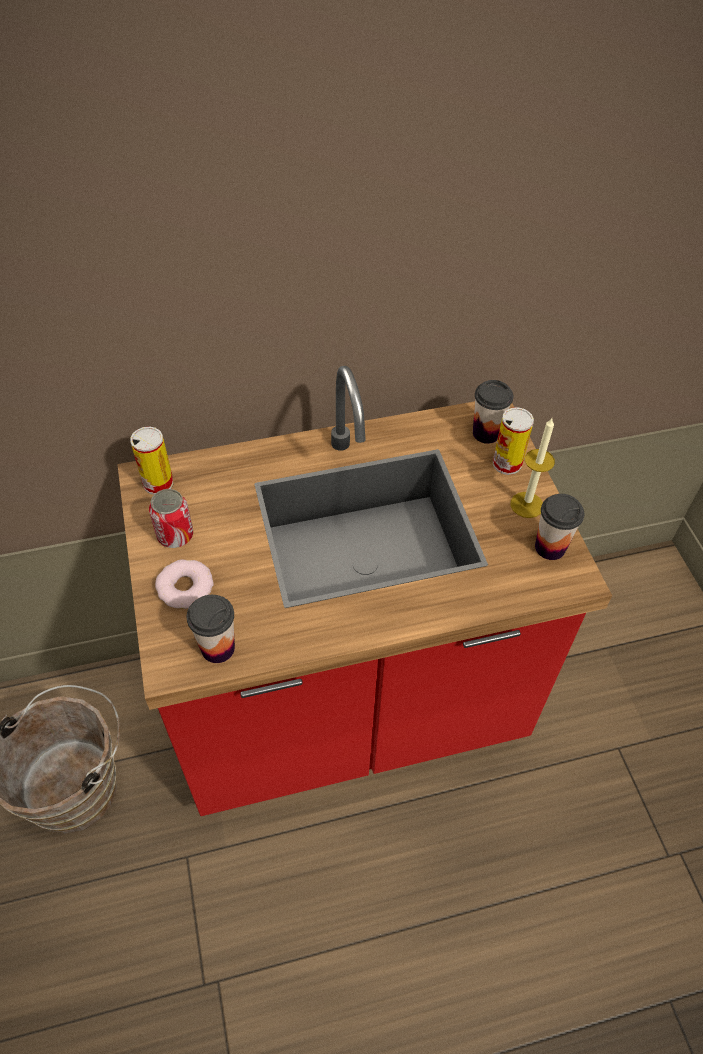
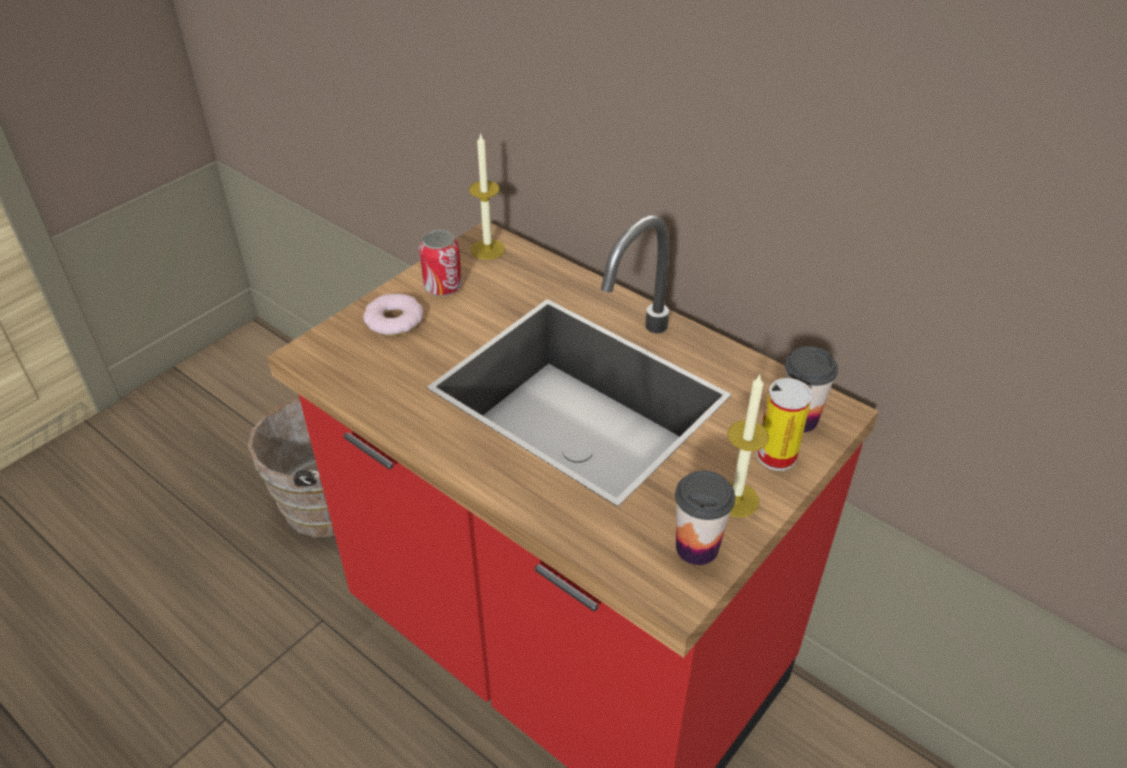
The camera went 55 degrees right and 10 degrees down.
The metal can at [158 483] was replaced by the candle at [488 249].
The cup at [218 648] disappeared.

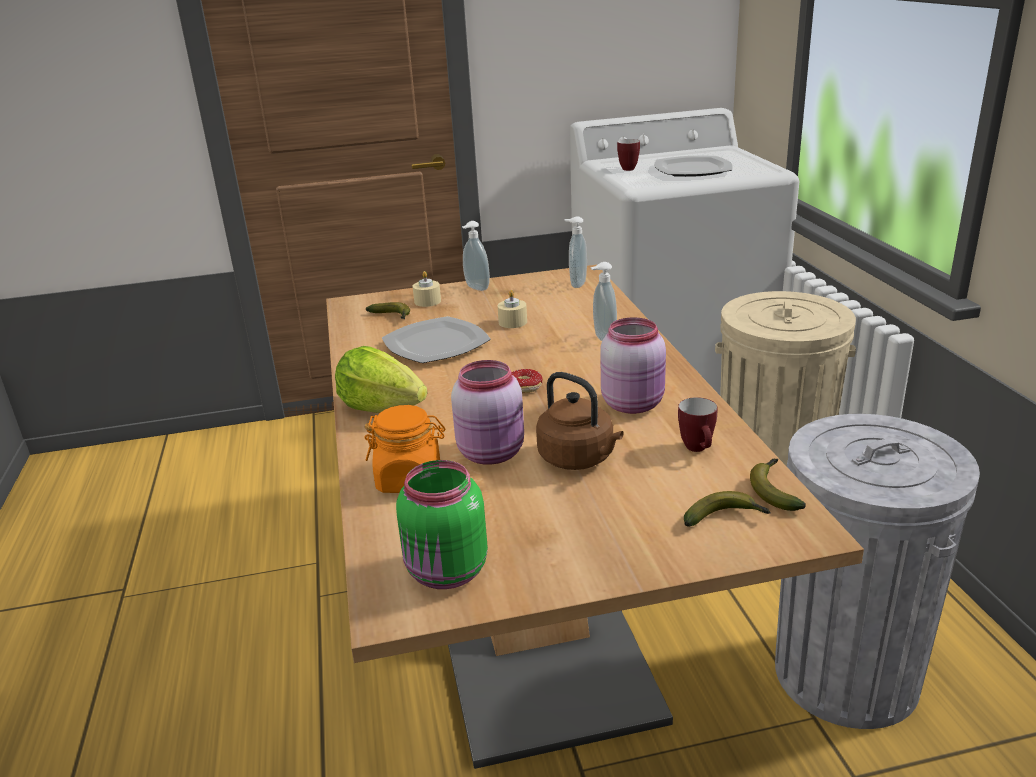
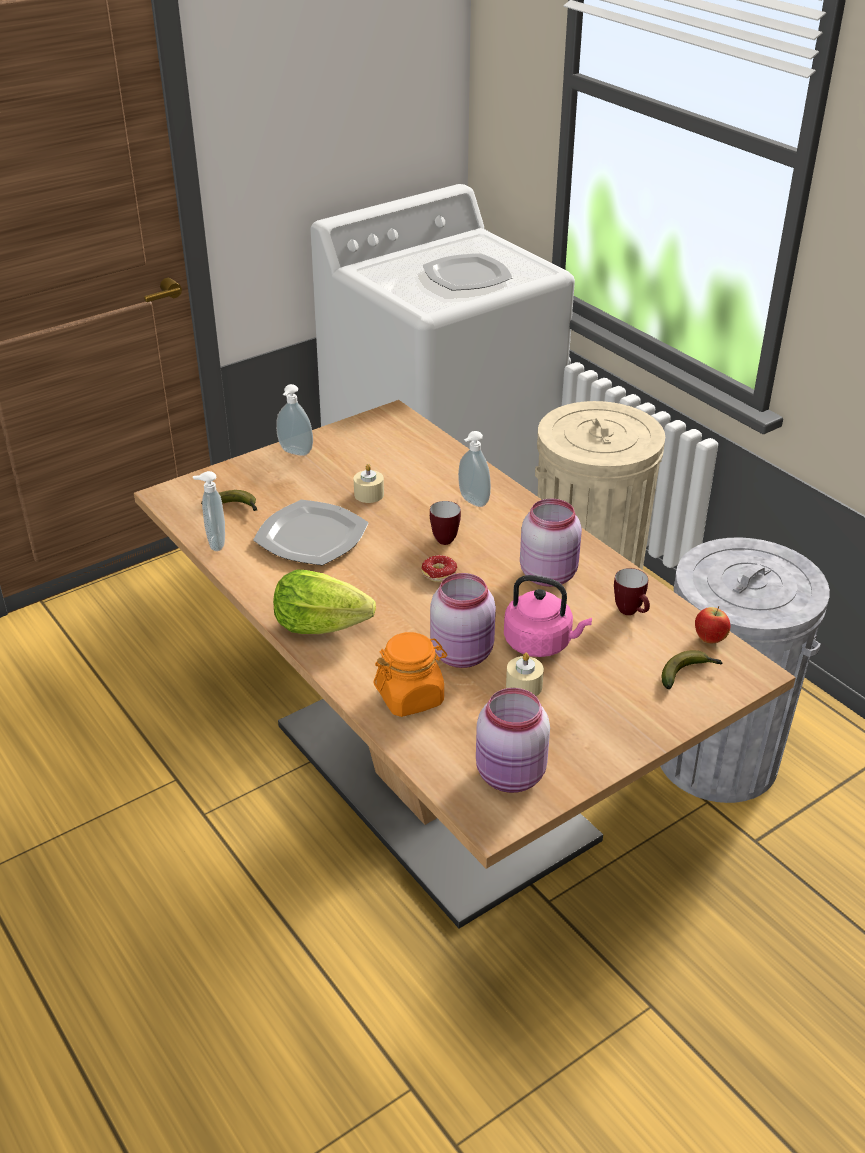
The camera went 25 degrees left and 10 degrees up.
The tea mug moved from [627 168] to [442 538].
The liquid soap bottle moved from [576 284] to [214 543].
The beige candle moved from [427 301] to [524 686].
The brown-coloured tea kettle at [579 459] became the pinkish tea kettle at [541 643].
The whole banana at [774 490] was replaced by the apple fruit at [709 639].
The greenish jar at [447 573] became the pinkish jar at [511 776].

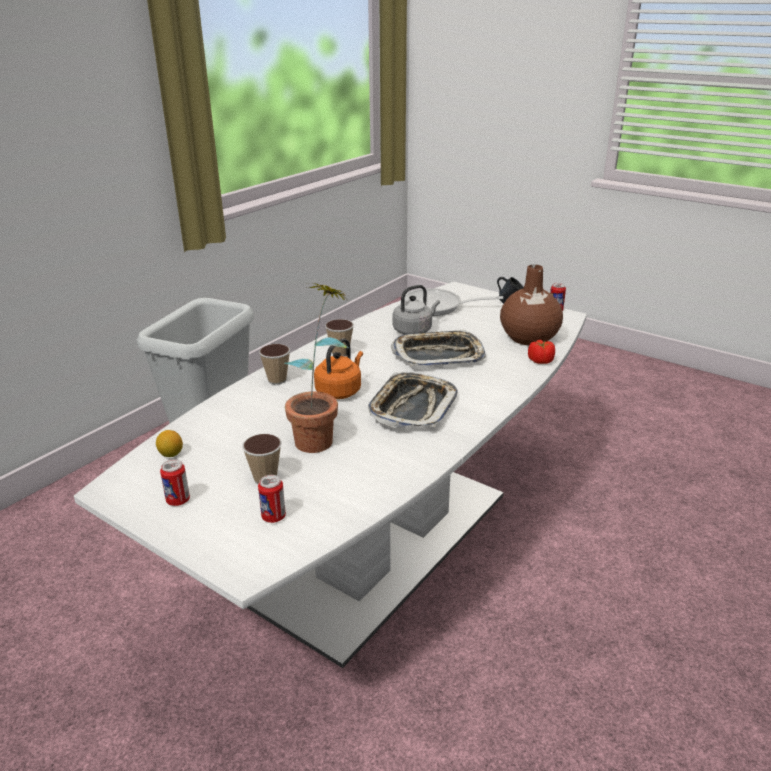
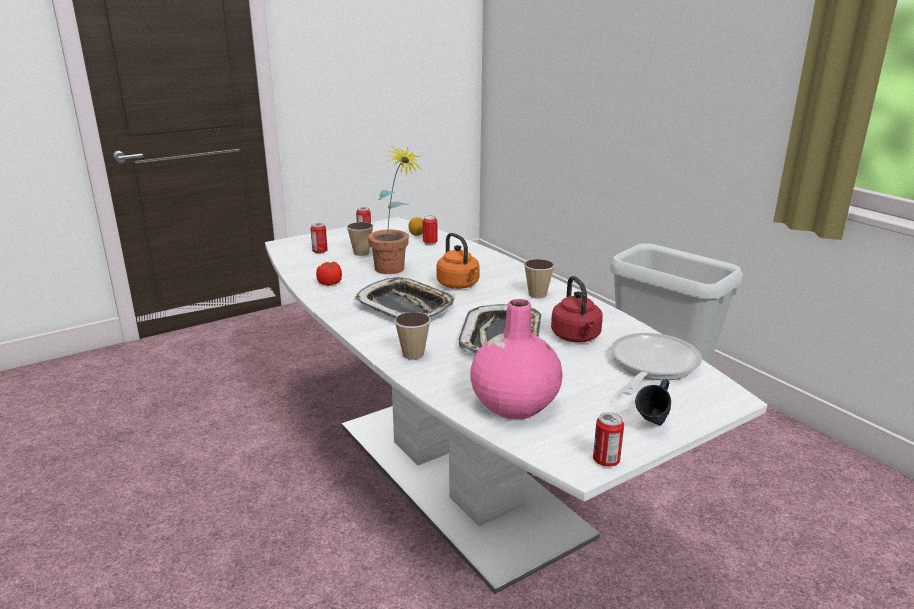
The camera went 110 degrees right and 5 degrees down.
The brown-coloured decorative vase at [528 338] became the pinkish decorative vase at [514 404].
The grey tea kettle at [414 330] became the reddish tea kettle at [576 337].
The fresh tomato moved from [540 361] to [330 283].
The cup moved from [277 380] to [413 354].
The metal can at [430 243] appeared.

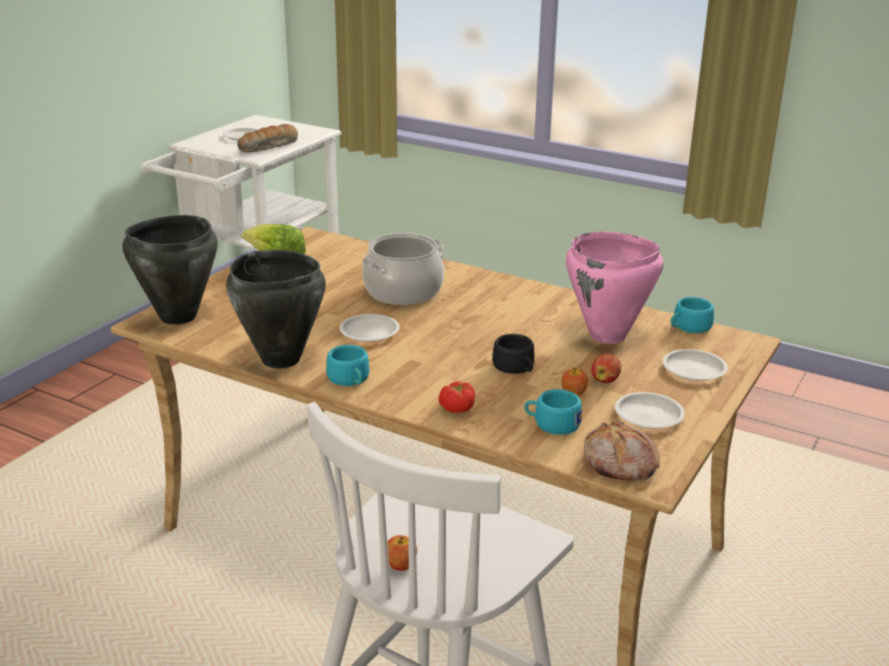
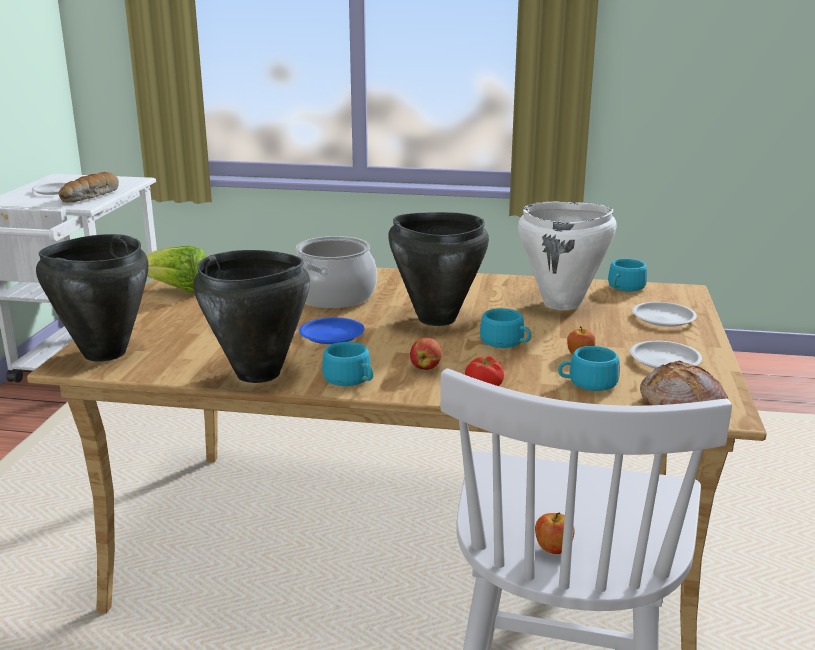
The camera went 20 degrees left and 5 degrees down.
The pinkish stockpot at [607 336] became the white stockpot at [562 304].
The white flat dish at [369 332] became the bluish flat dish at [332 335].
The black-coloured cup at [516 368] became the blue-green cup at [506 342].
The apple fruit moved from [605 380] to [425 367].
The black-coloured stockpot at [436 319] appeared.

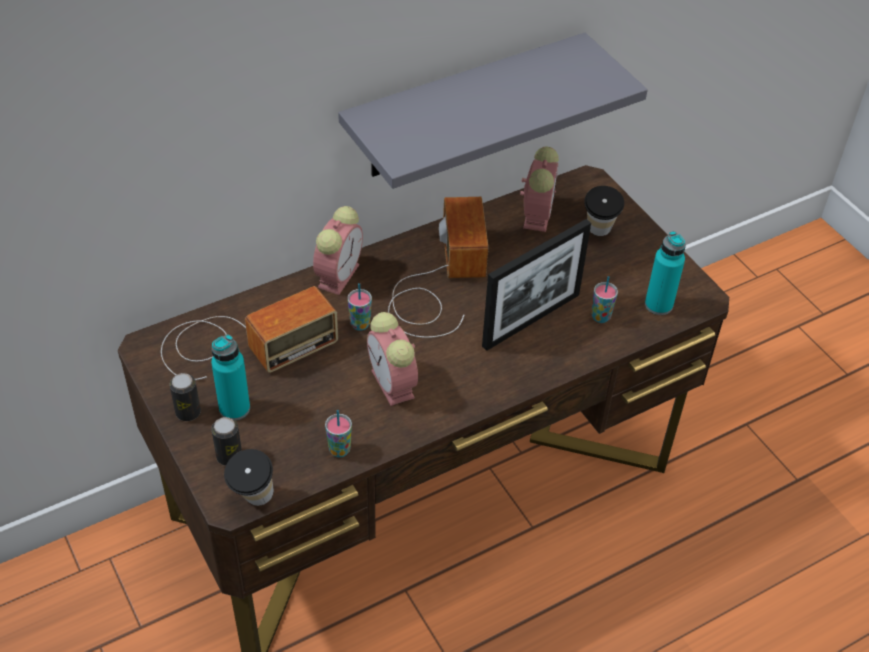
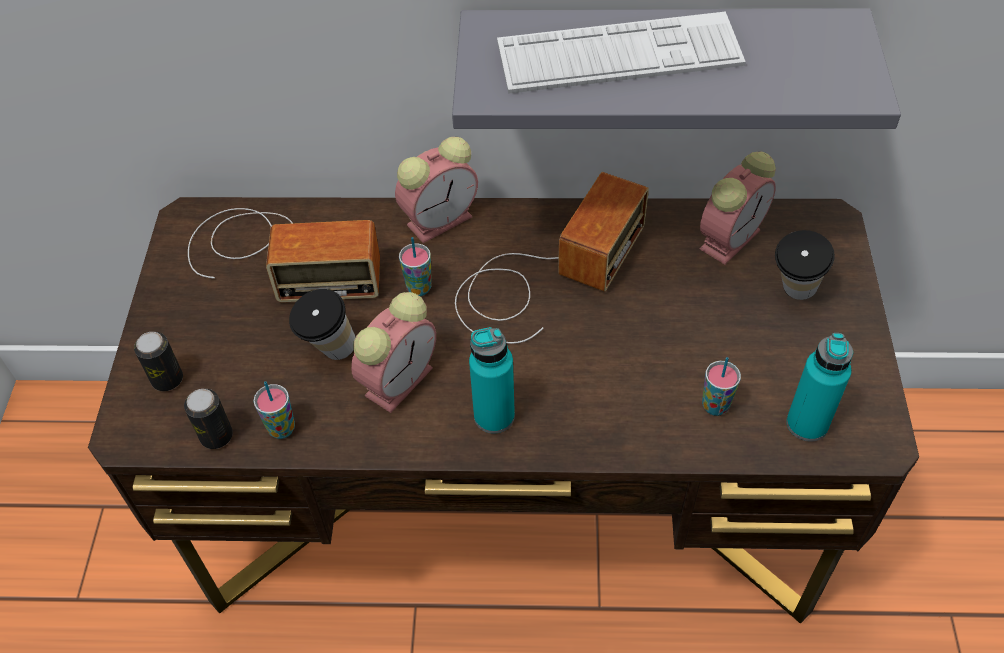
The camera went 35 degrees right and 5 degrees up.
The picture frame at [531 320] disappeared.
The table clock at [394 385] turned 150 degrees counterclockwise.
The blue-green bottle moved from [234 408] to [494 416].
The metal can moved from [188 412] to [216 436].
The cup moved from [253 501] to [329 352].
The keyboard at [619 55] appeared.

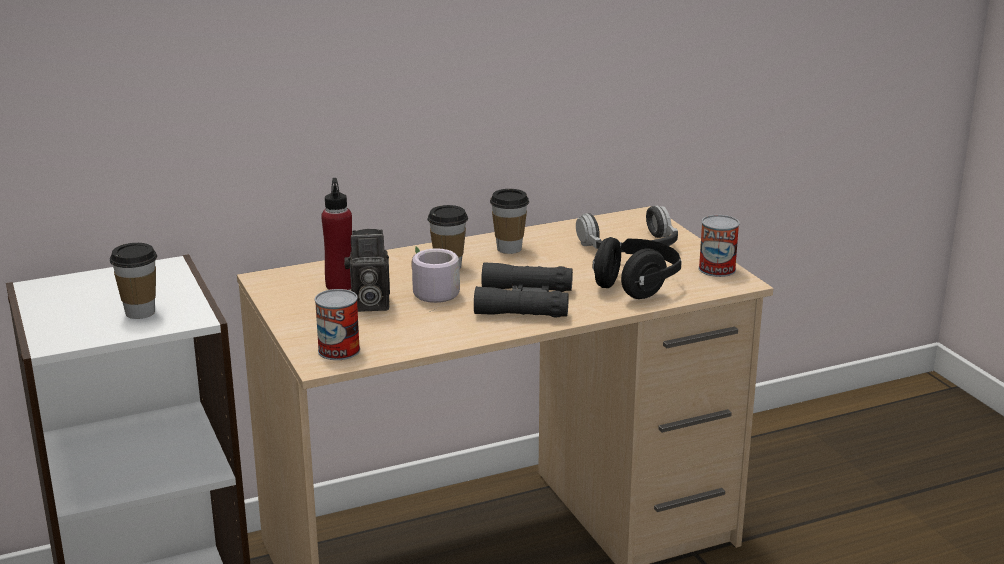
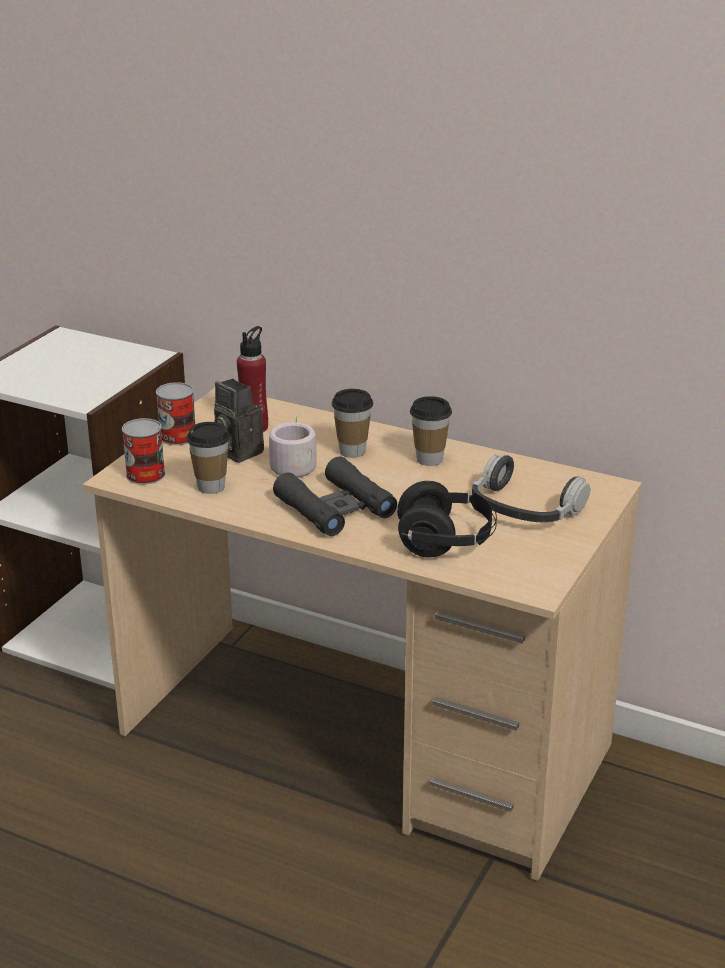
The camera went 50 degrees right and 5 degrees up.
The metal can moved from [717 269] to [177 436].
The cup moved from [140 312] to [211 487].

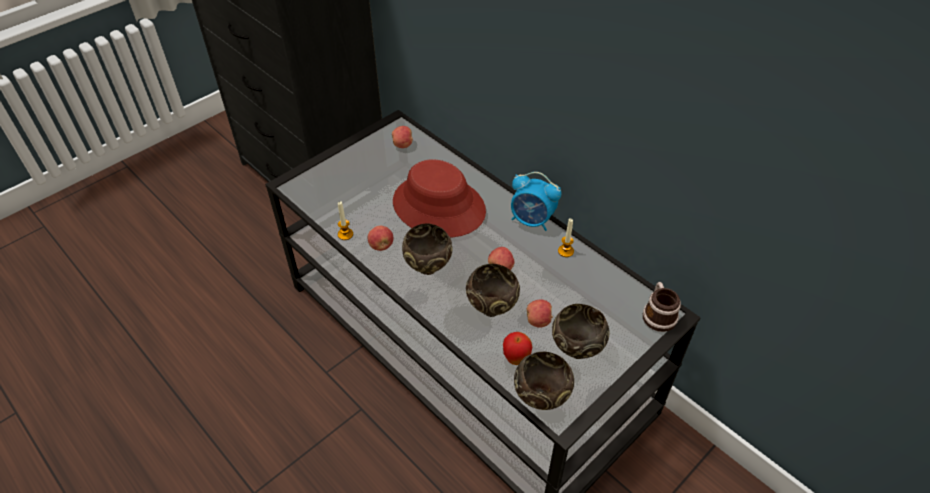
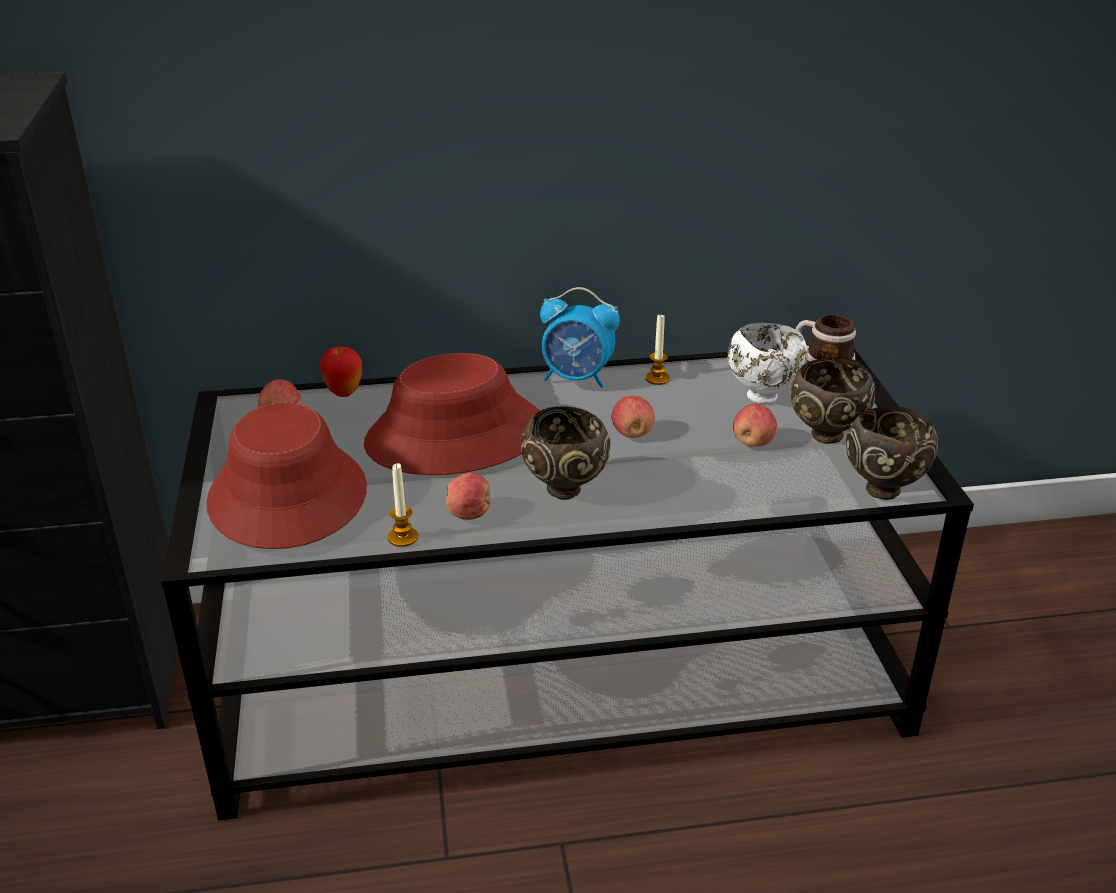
The camera went 55 degrees left and 15 degrees down.
The table clock at [532 220] turned 45 degrees clockwise.
The brown-coloured serving bowl at [492 309] disappeared.
The apple fruit moved from [516 359] to [344 393].
The white serving bowl at [764 396] appeared.
The reddish wearable hat at [287 496] appeared.

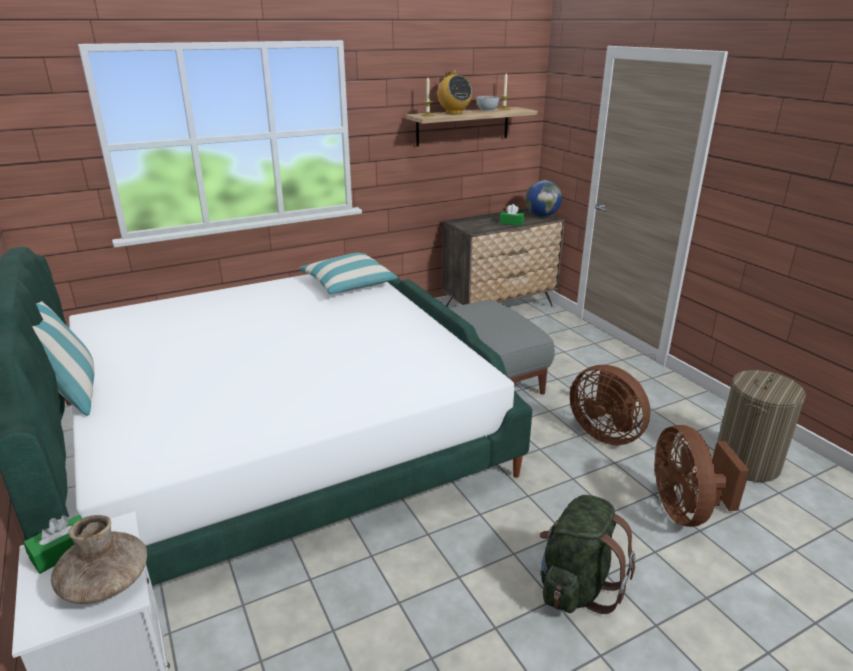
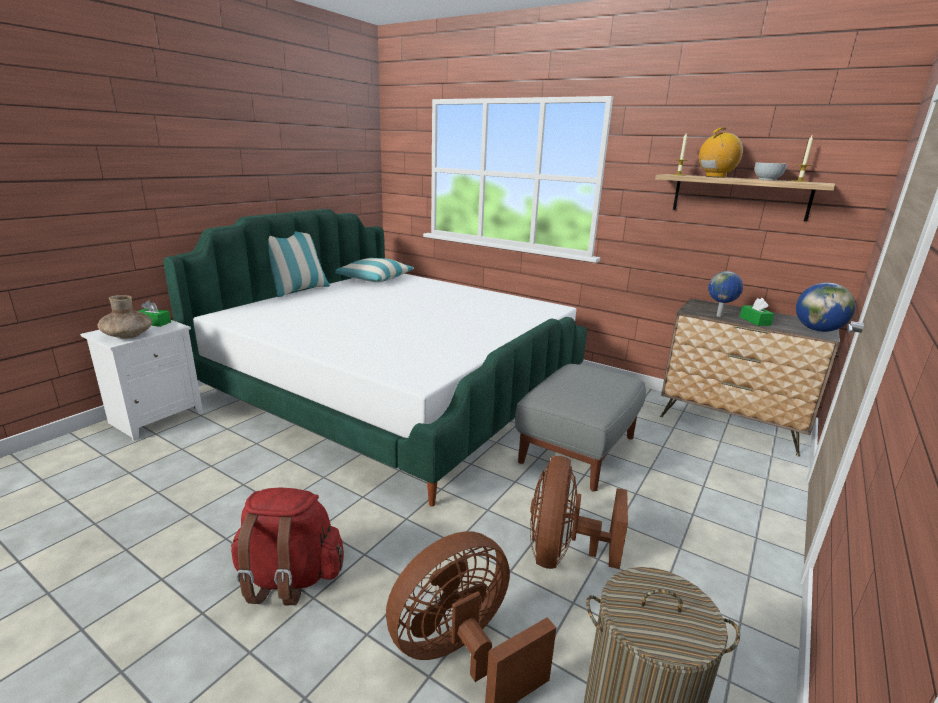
The camera went 60 degrees right and 5 degrees down.
The radio at [454 113] turned 150 degrees counterclockwise.
The throw pillow moved from [349 284] to [374 279].
The greenish rucksack at [576 586] became the reddish rucksack at [289 578].
The world globe at [719 316] appeared.

